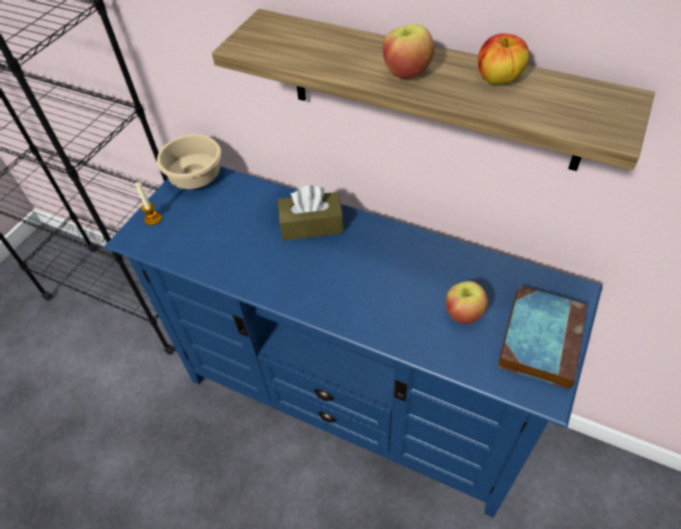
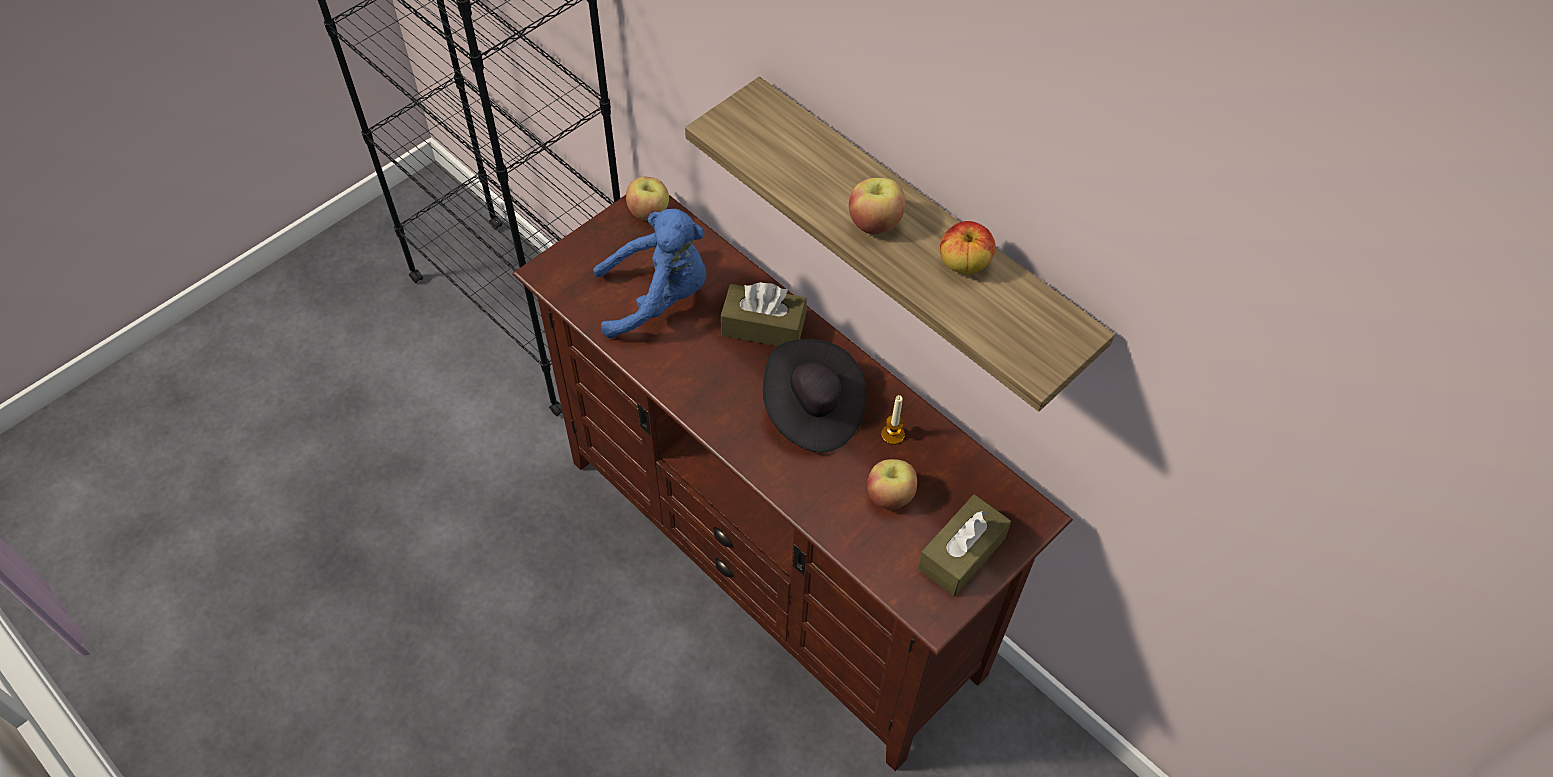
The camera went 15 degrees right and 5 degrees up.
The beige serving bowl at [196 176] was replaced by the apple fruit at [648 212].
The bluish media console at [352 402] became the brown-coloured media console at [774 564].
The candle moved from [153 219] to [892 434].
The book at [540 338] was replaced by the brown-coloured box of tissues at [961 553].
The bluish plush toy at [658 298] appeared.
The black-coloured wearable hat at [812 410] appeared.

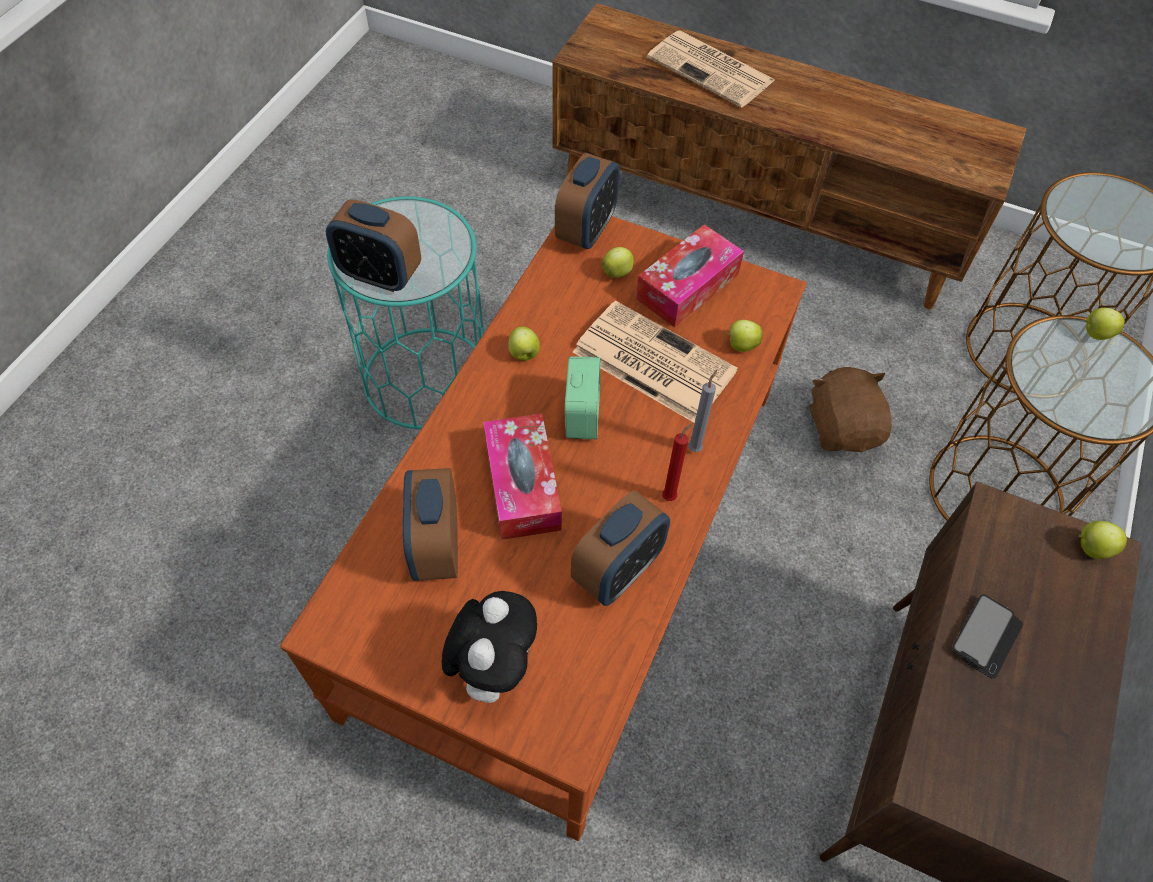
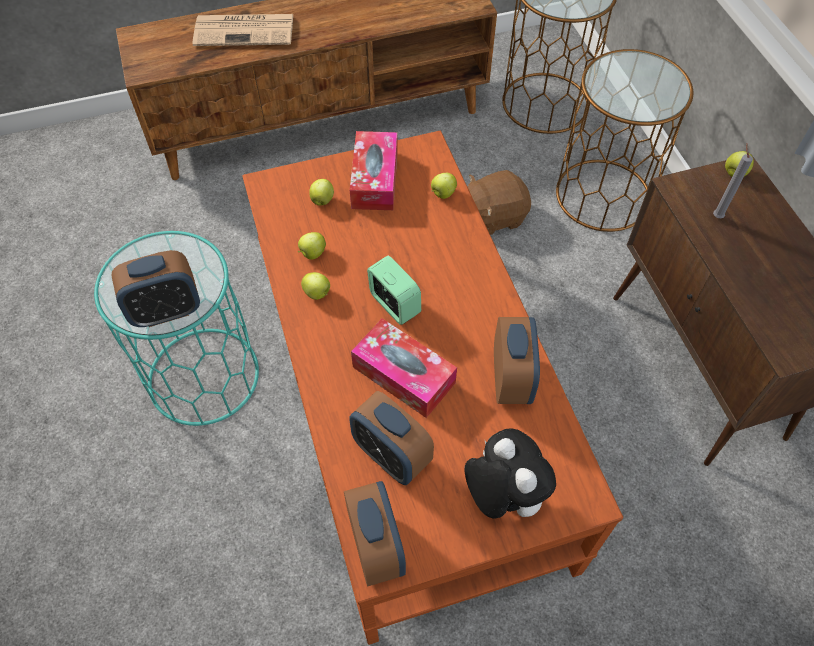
The camera went 40 degrees left and 0 degrees up.
The table clock moved from [586 230] to [376 546].
The daily paper at [651 361] disappeared.
The apple fruit moved from [1095 333] to [312 253].
The brown-coloured plush toy at [843 427] turned 60 degrees counterclockwise.
The grey candle moved from [696 447] to [716 215].
The reddish candle at [671 496] disappeared.
The phone at [986 637] disappeared.

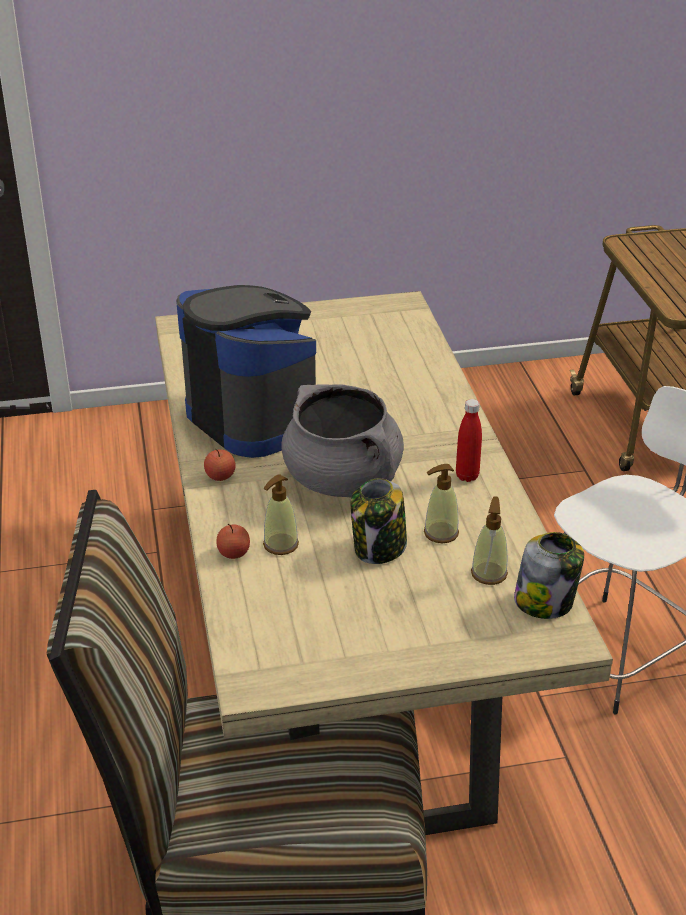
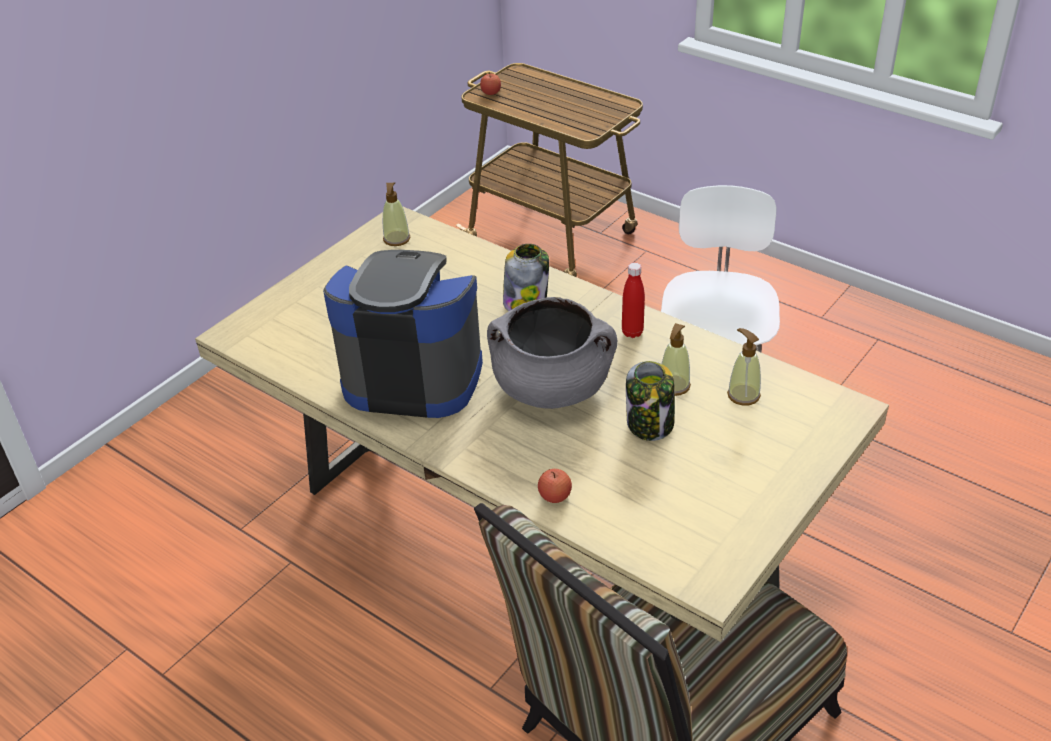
The camera went 40 degrees left and 5 degrees up.
The apple fruit moved from [220 476] to [491 93].
The liquid soap bottle moved from [280 544] to [396 239].
The jar moved from [545 602] to [526 302].

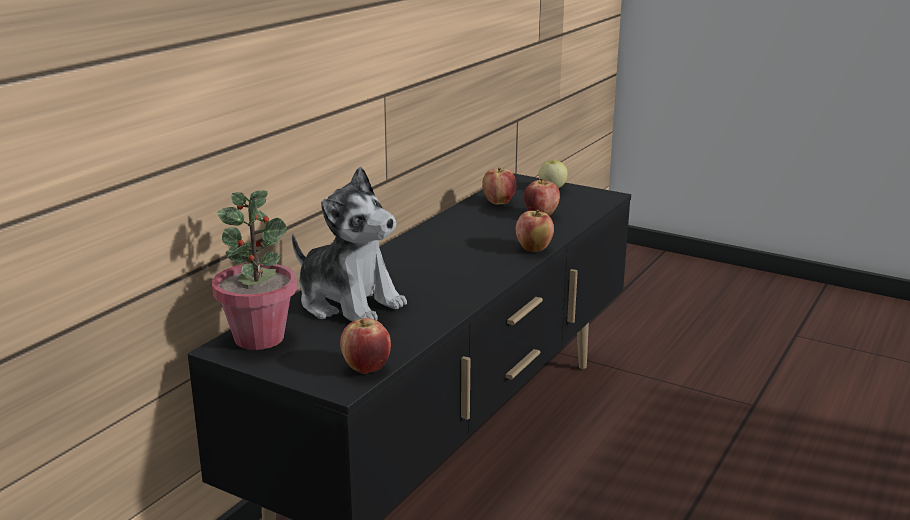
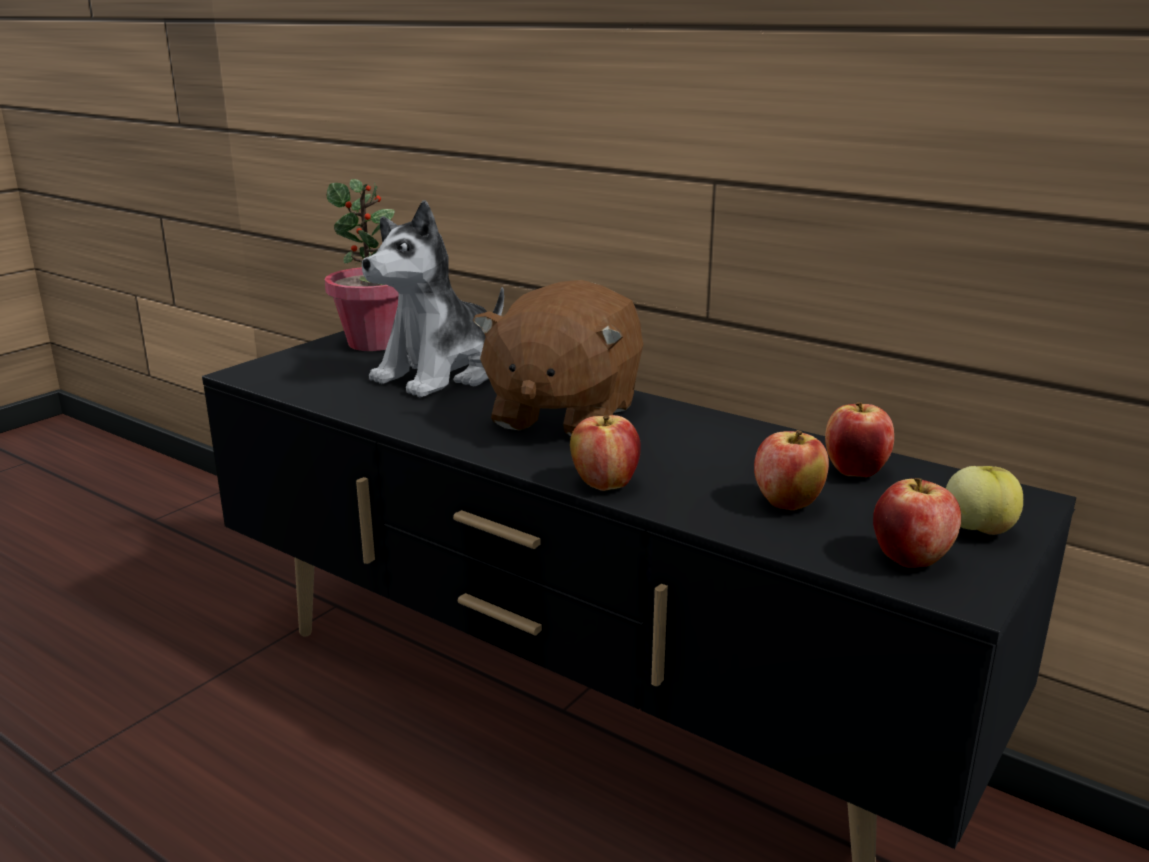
The camera went 95 degrees right and 0 degrees up.
The apple fruit moved from [367 368] to [910 559].
The brown-coloured plush toy at [563 414] appeared.

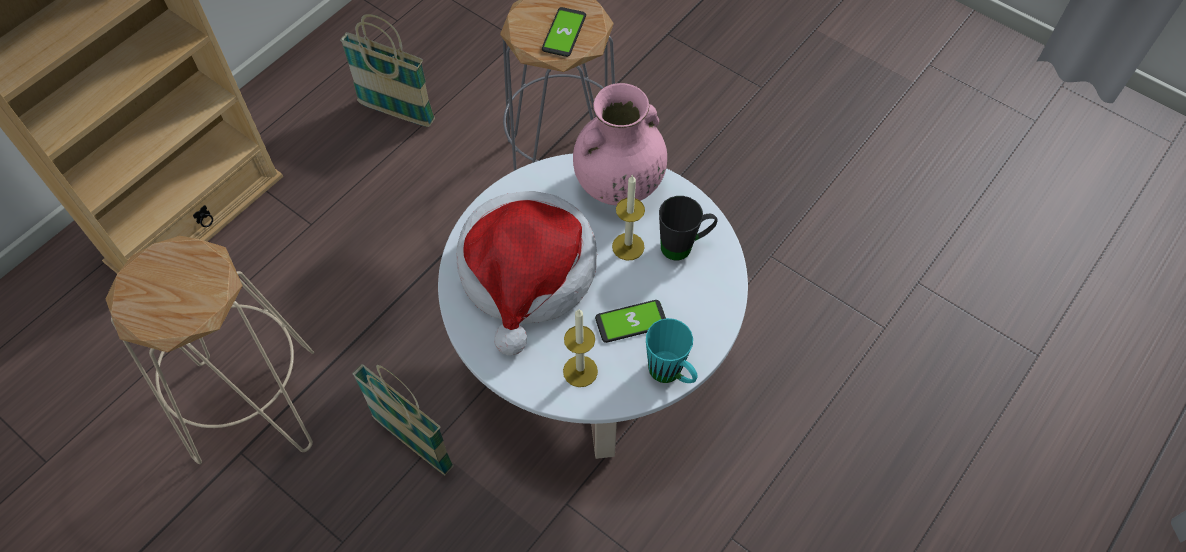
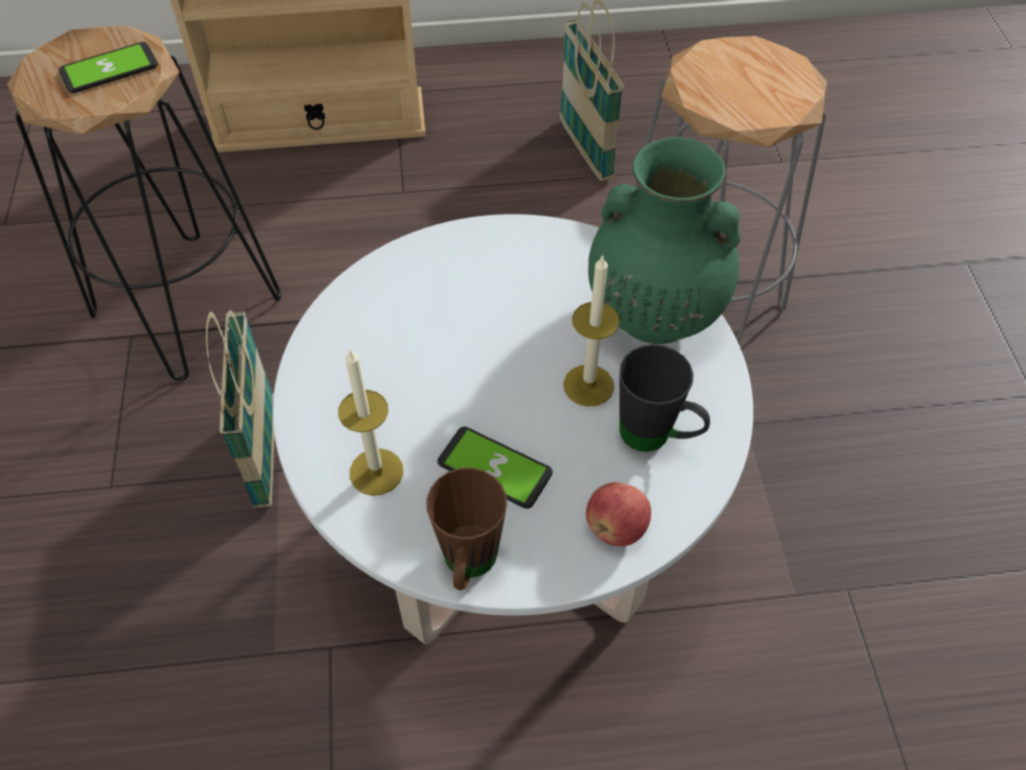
The camera went 45 degrees right and 5 degrees down.
The phone moved from [564 33] to [109 69].
The pinkish decorative vase at [618 186] became the greenish decorative vase at [652 314].
The wearable hat at [527 274] disappeared.
The beige sitting stool at [254 405] became the black-coloured sitting stool at [186 305].
The blue-green tea mug at [671 375] became the brown-coloured tea mug at [468 567].
The apple fruit at [615 527] appeared.

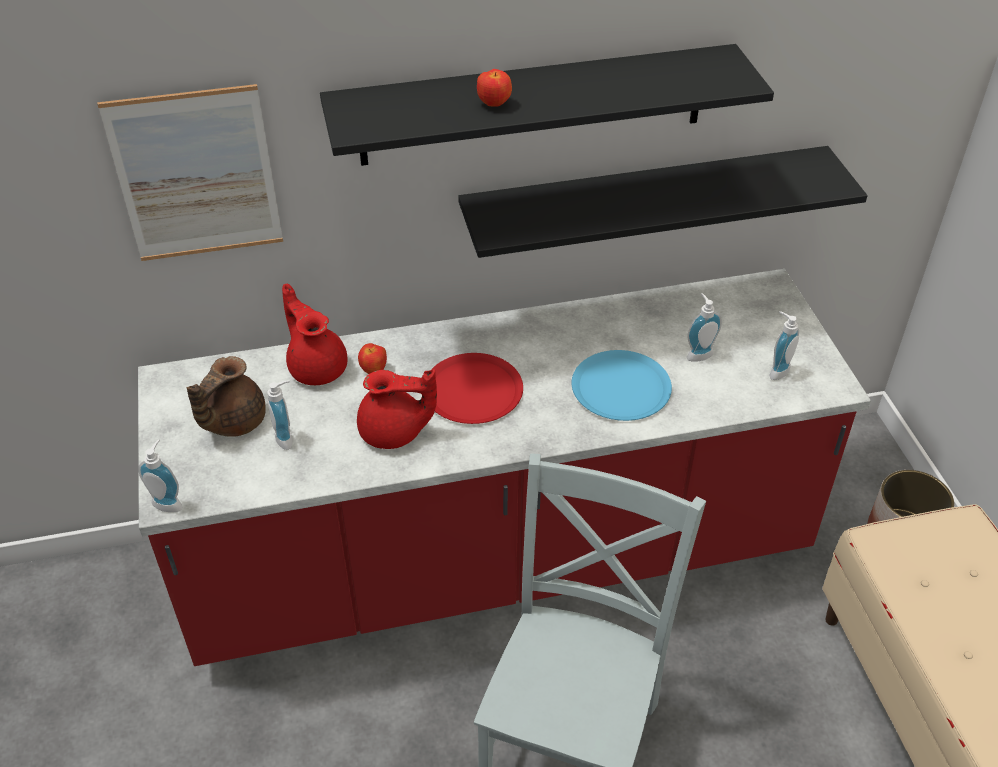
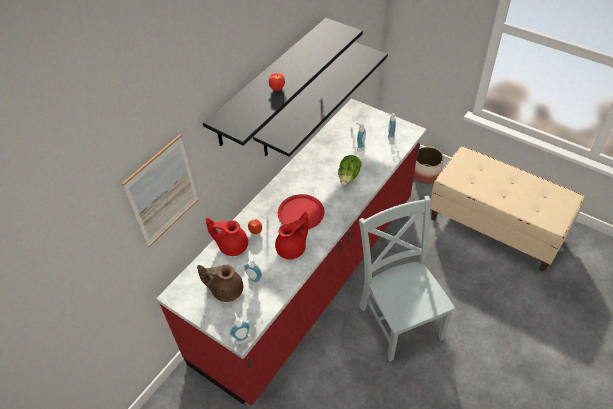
The camera went 40 degrees left and 5 degrees up.
The bluish flat dish at [621 387] was replaced by the lettuce head at [349 177].
The brown-coloured pot for tea at [232 421] turned 105 degrees clockwise.

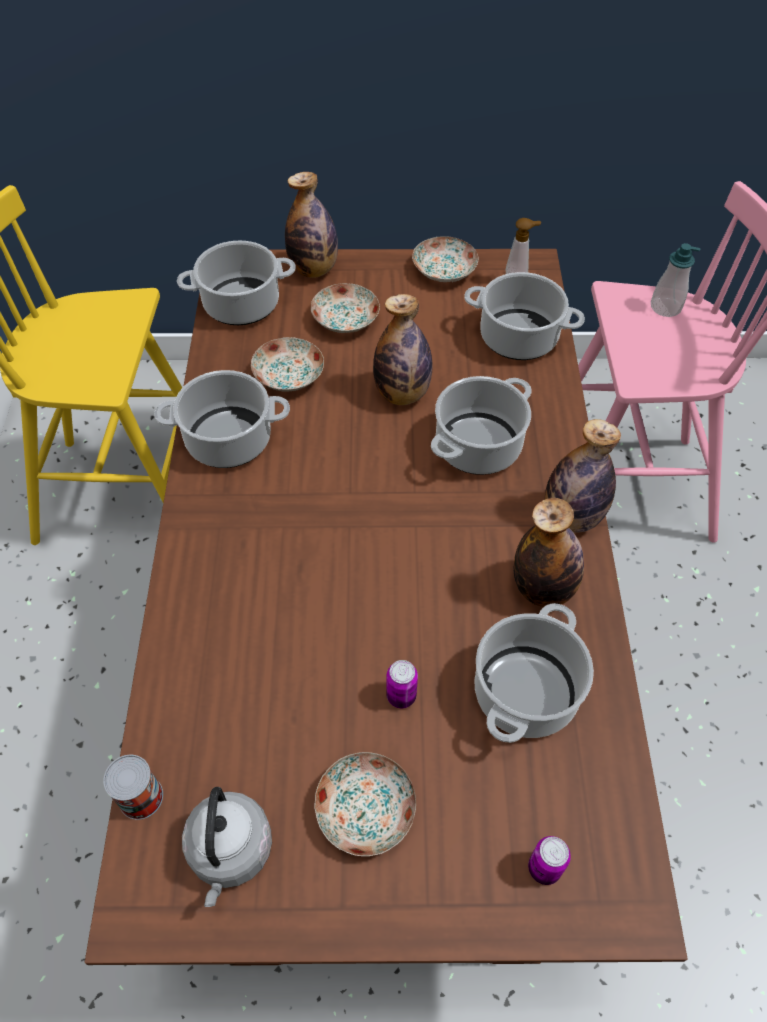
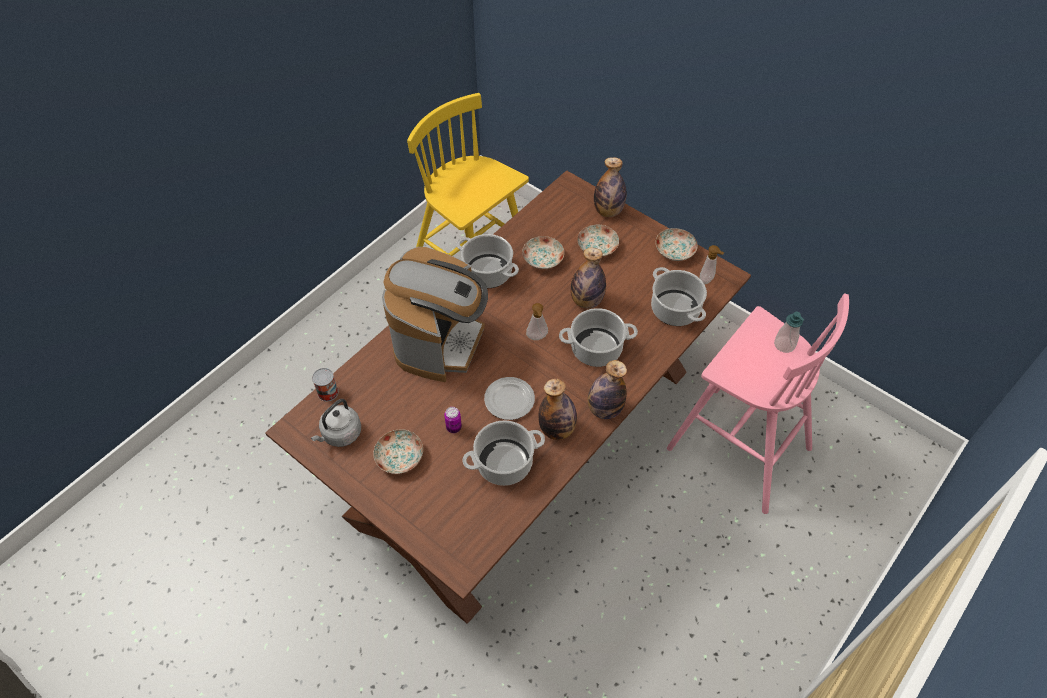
The camera went 40 degrees right and 0 degrees up.
The stockpot at [240 305] disappeared.
The metal can at [544 868] disappeared.
The coffee machine at [440 341] appeared.
The liquid soap bottle at [537 338] appeared.
The flat dish at [509 399] appeared.

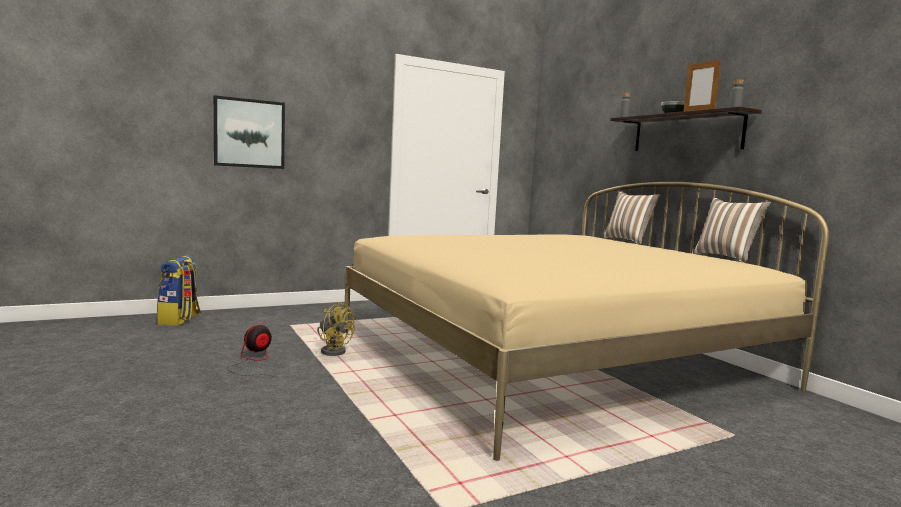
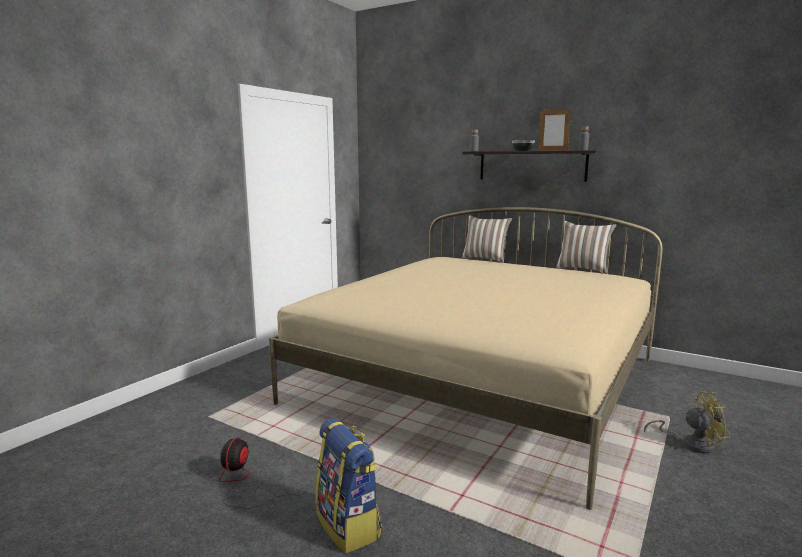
The camera went 30 degrees left and 5 degrees up.
The picture at [249 133] disappeared.
The rucksack moved from [179 320] to [349 525].
The yellow-coloured cooling fan moved from [333 351] to [691 444].

